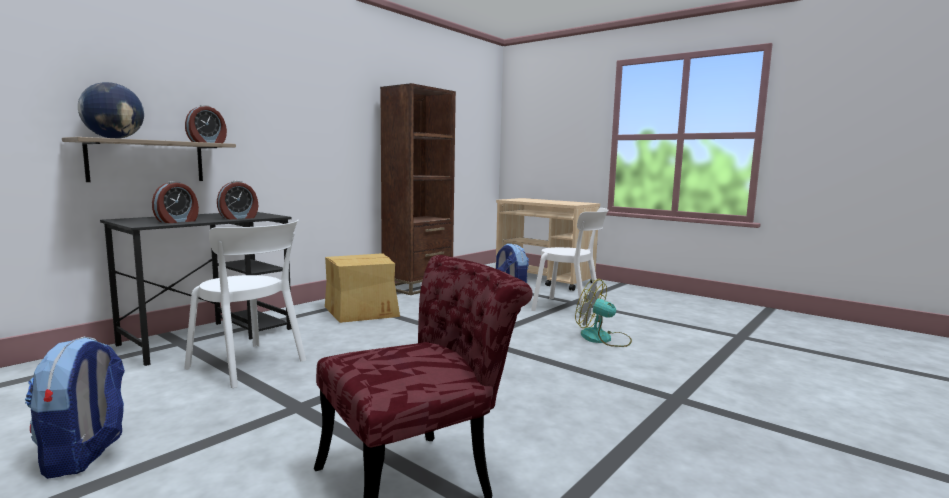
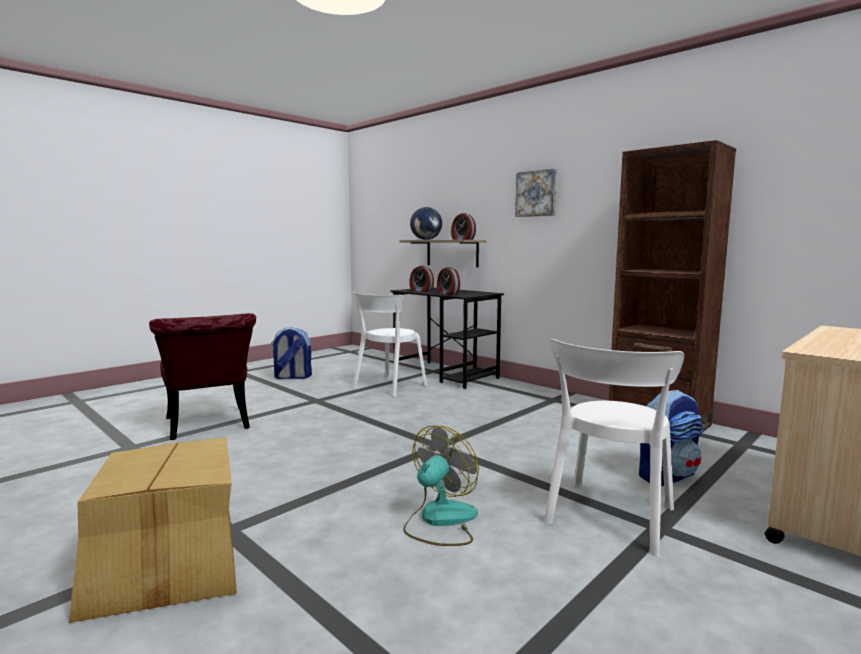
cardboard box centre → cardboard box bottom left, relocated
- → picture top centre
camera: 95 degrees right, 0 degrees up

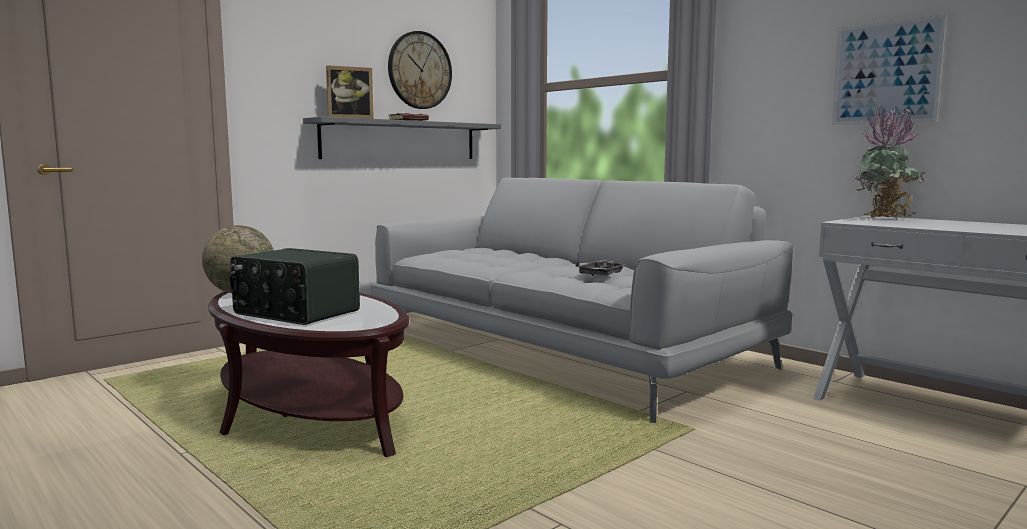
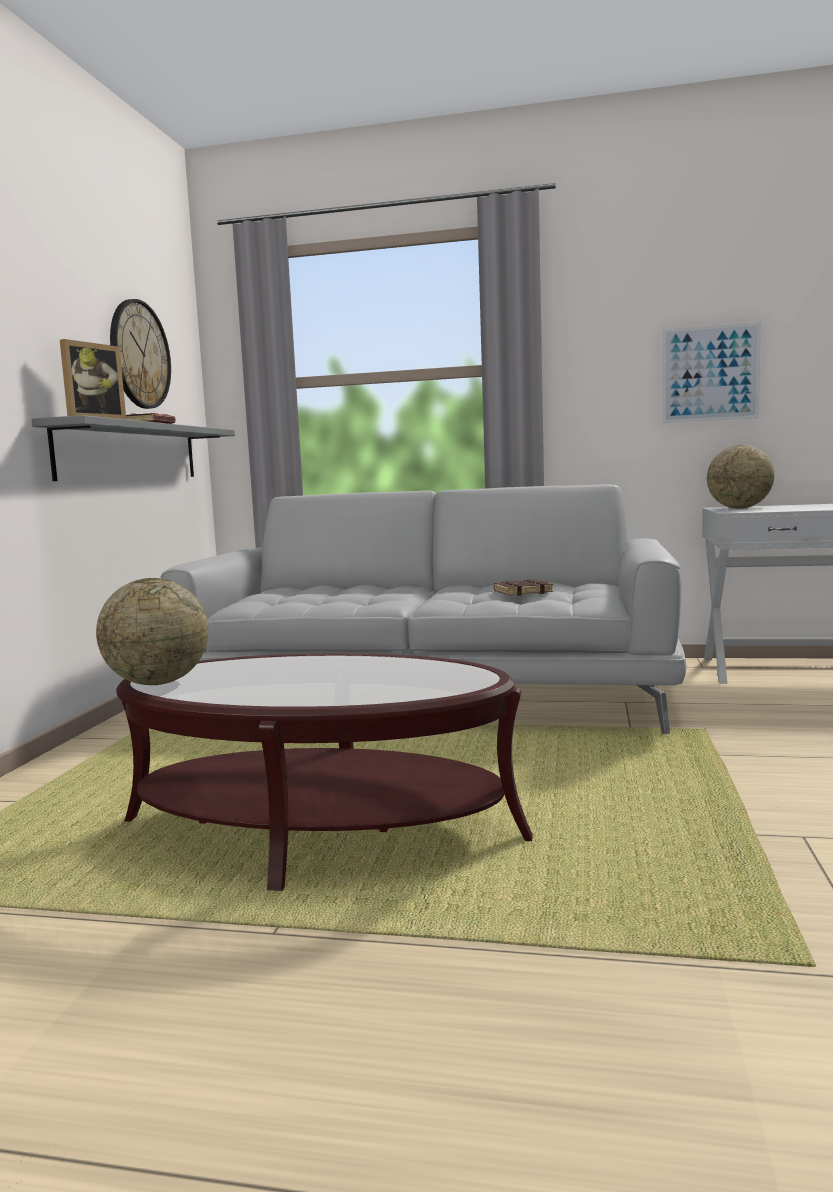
potted plant top right → globe (no. 2 from left) middle right
radio middle left → -
grey tray centre → brown book (no. 2 from left) centre
camera: 35 degrees left, 0 degrees up

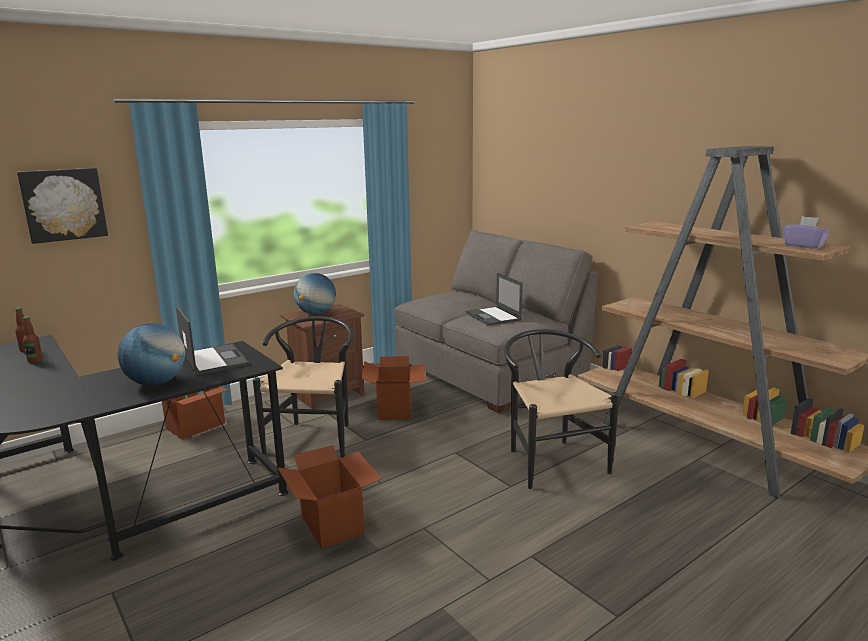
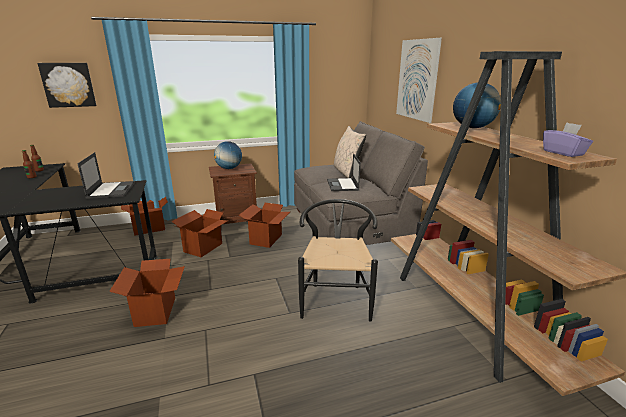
black chair (no. 1 from left) centre → cardboard box (no. 3 from left) middle left
globe (no. 1 from left in the first image) middle left → globe (no. 2 from left) top right, relocated
- → picture (no. 2 from left) top right
- → beige pillow centre
camera: 20 degrees right, 5 degrees up

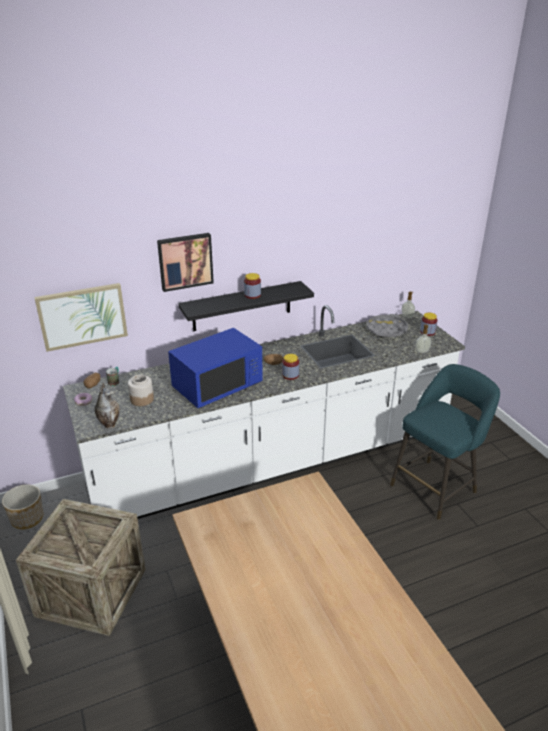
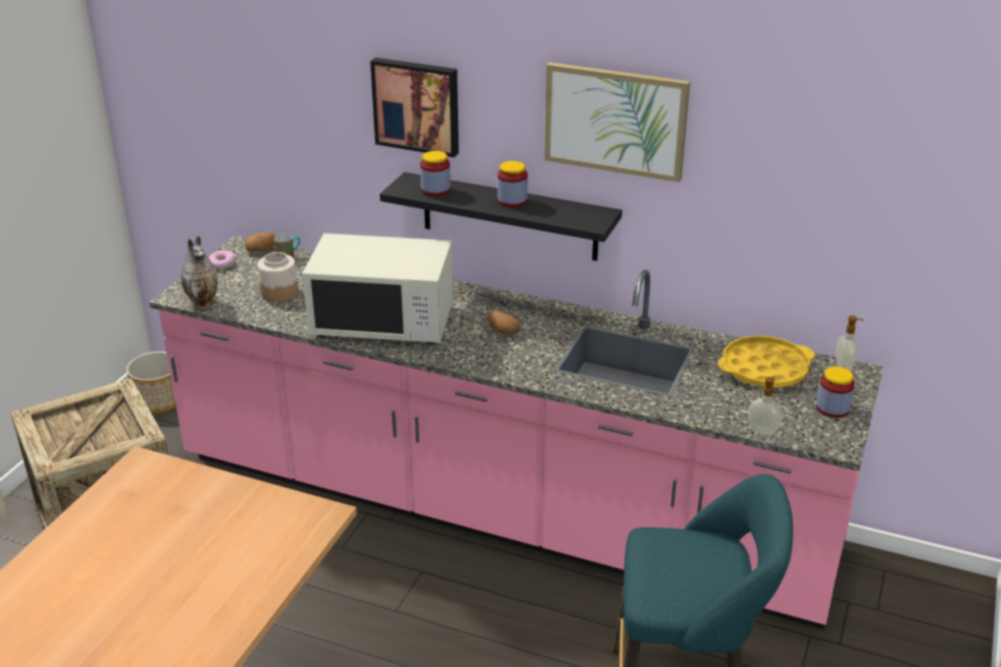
picture (no. 1 from left in the first image) middle left → picture (no. 2 from left) top centre, relocated
white counter centre → pink counter centre
grey tray middle right → yellow tray middle right
blue microwave centre → white microwave centre
jar (no. 3 from left in the first image) centre → jar (no. 2 from left) top centre, relocated
camera: 45 degrees right, 0 degrees up

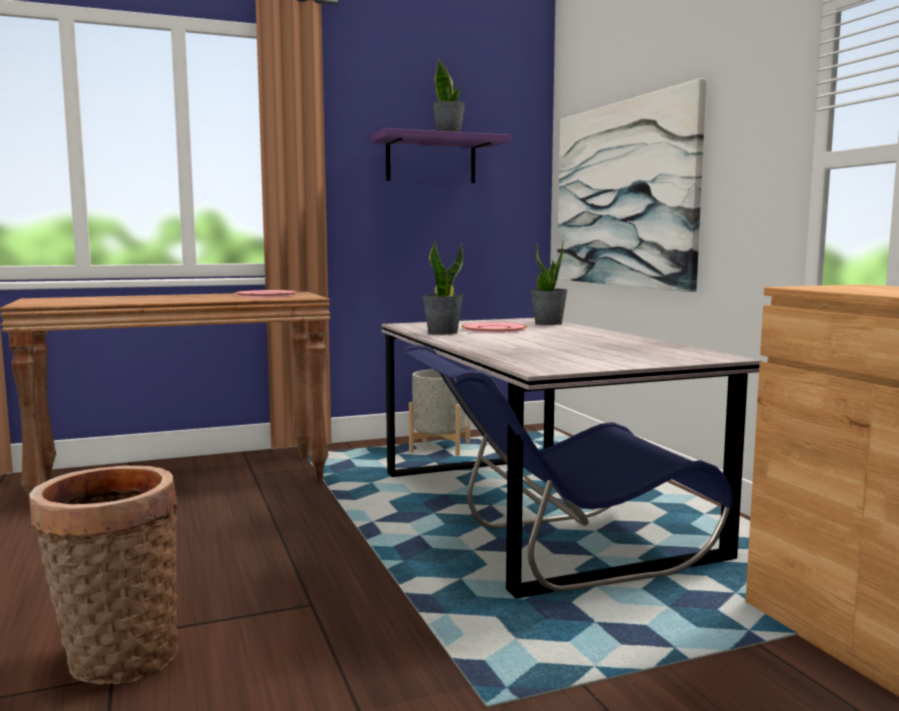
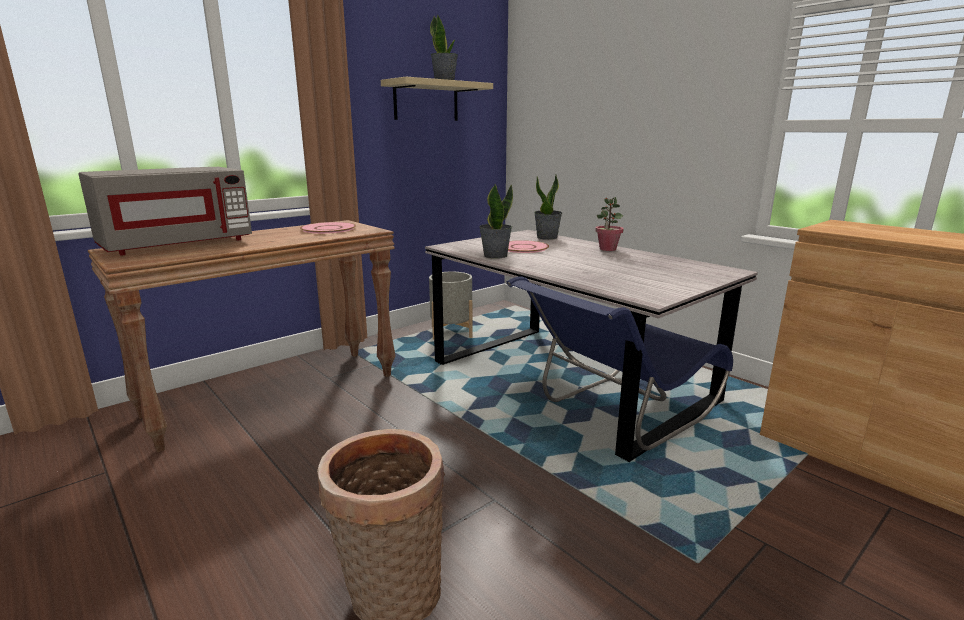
picture top right → -
purple shelf top centre → beige shelf top centre
- → grey microwave middle left
- → potted plant (no. 4 from left) centre
camera: 20 degrees left, 10 degrees up

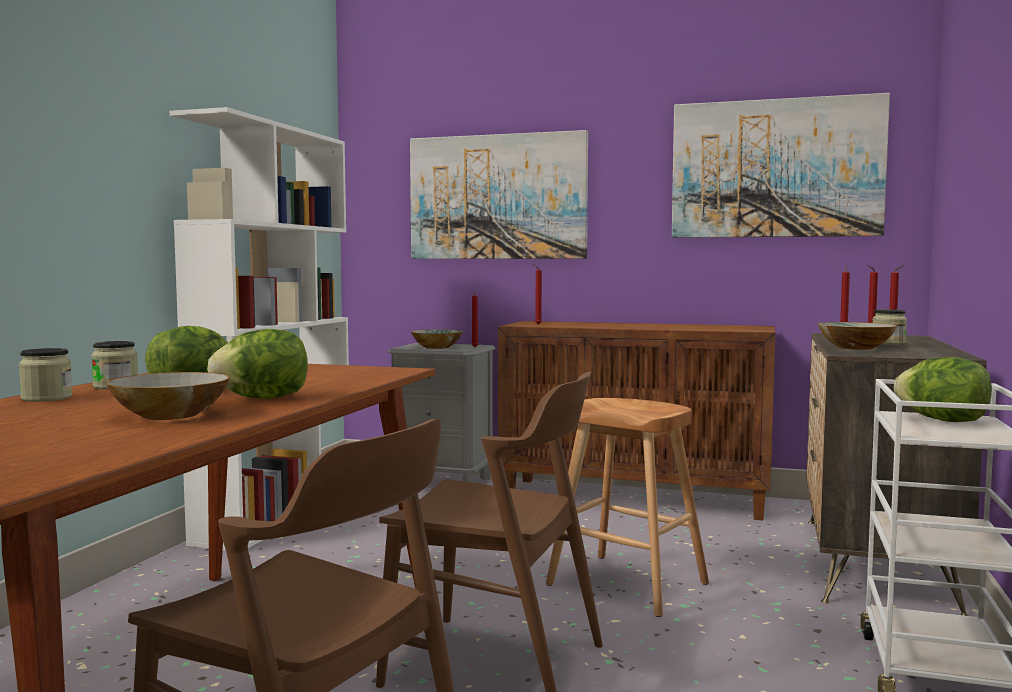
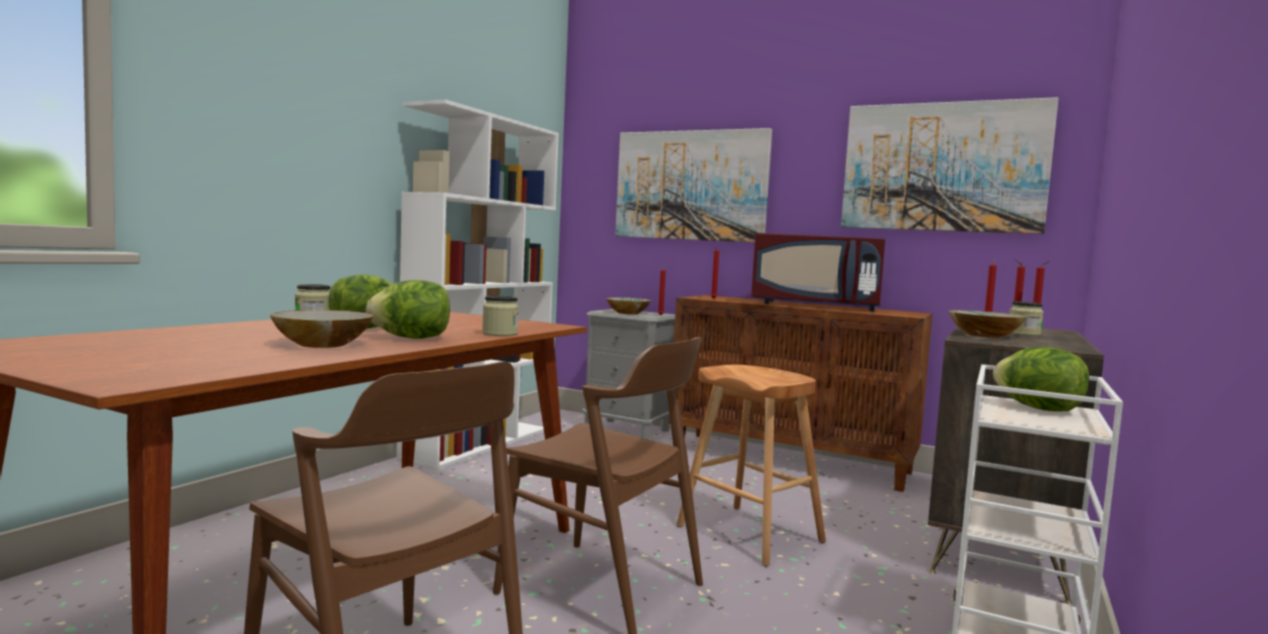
jar (no. 1 from left in the first image) middle left → jar (no. 2 from left) centre, relocated
- → red microwave centre
camera: 10 degrees right, 0 degrees up

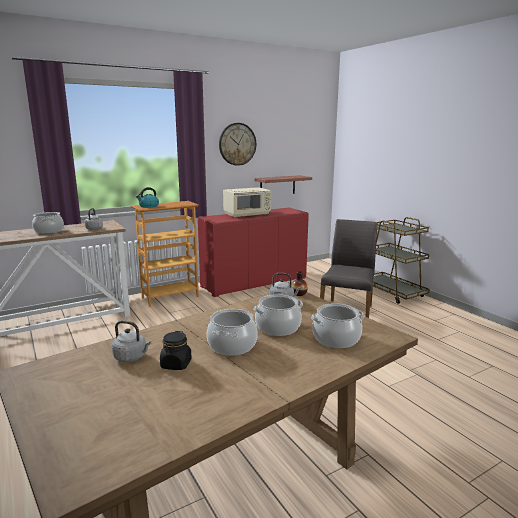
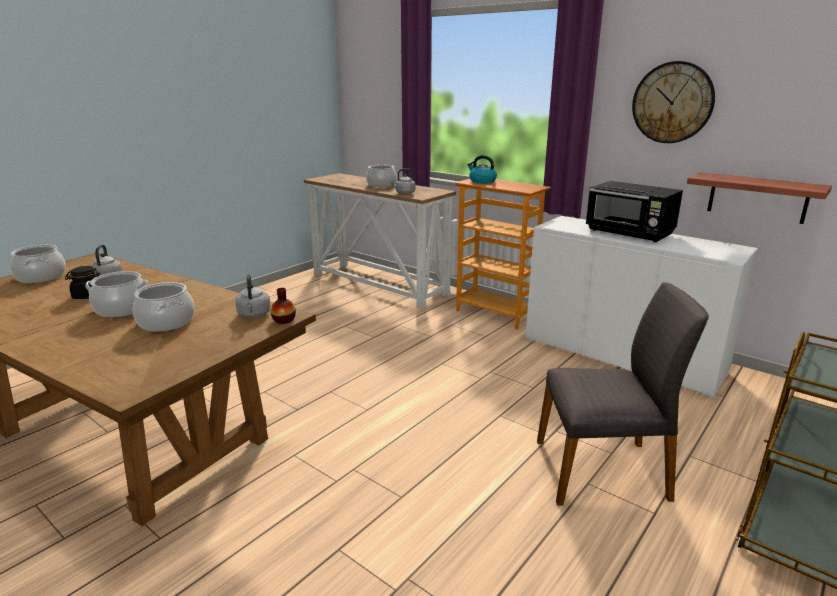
beige microwave centre → black microwave middle right
red cabinet centre → white cabinet middle right
cooking pot (no. 4 from left in the first image) centre → cooking pot (no. 1 from left) middle left, relocated
camera: 70 degrees right, 5 degrees up

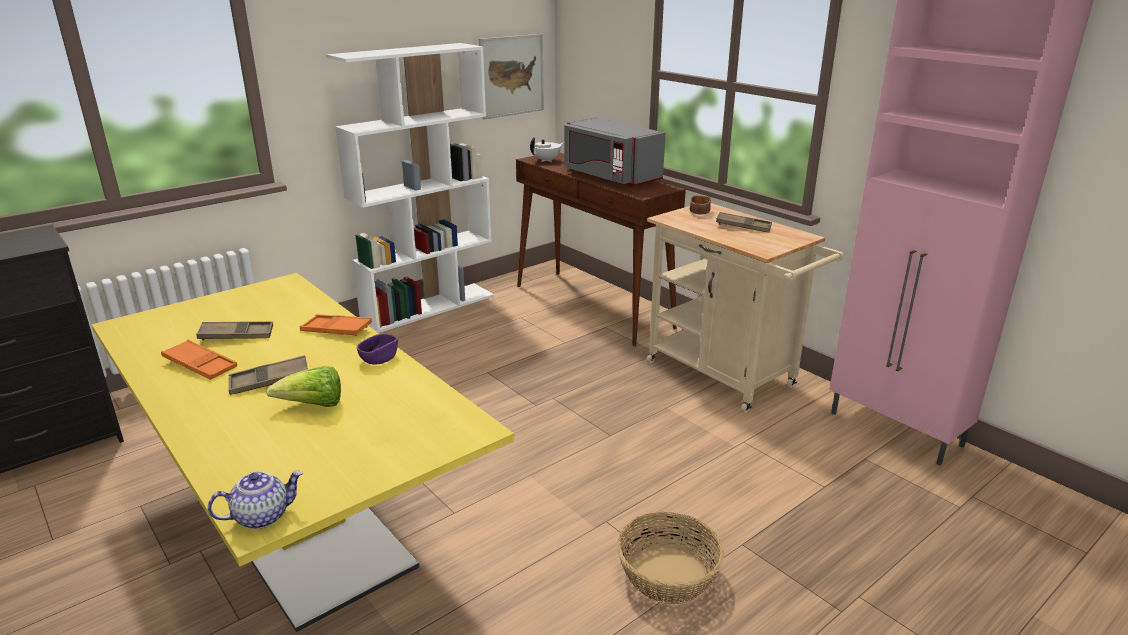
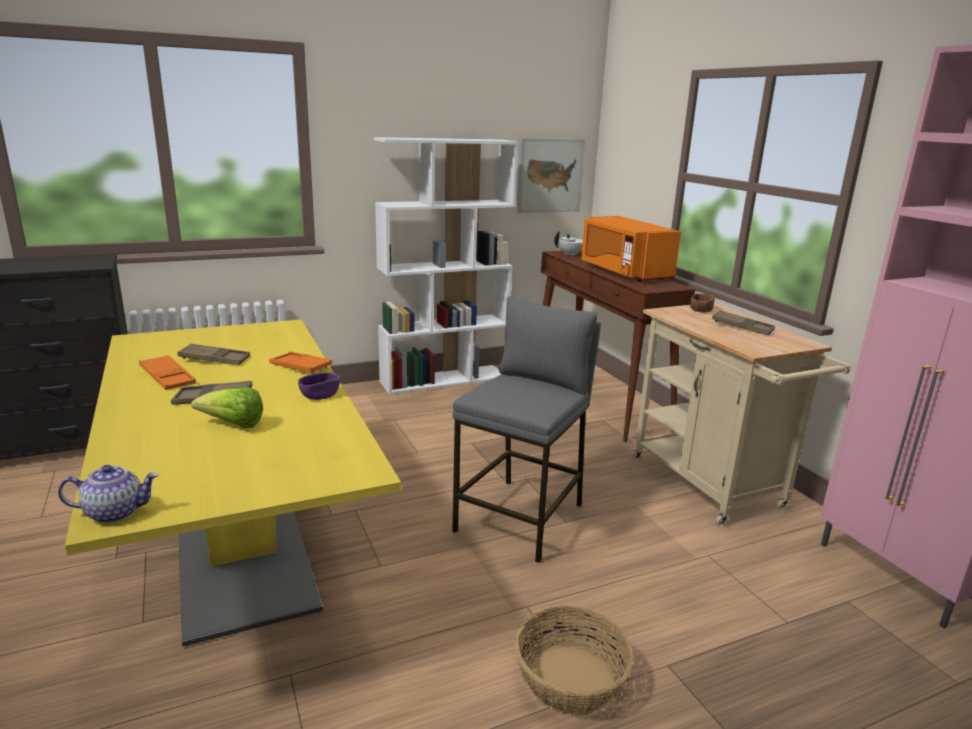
grey microwave top centre → orange microwave centre
- → grey stool centre
camera: 15 degrees right, 5 degrees down

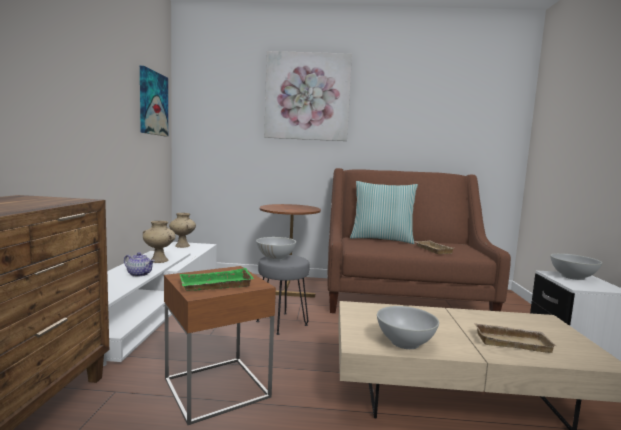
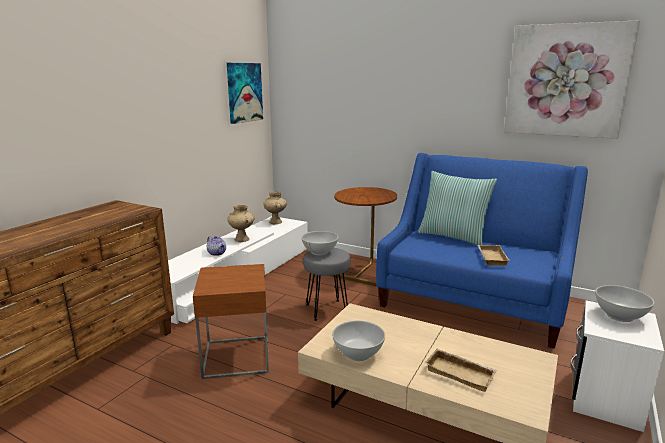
picture (no. 2 from left) top centre → picture (no. 2 from left) top right, relocated
brown sofa middle right → blue sofa middle right
green tray centre → -
camera: 25 degrees right, 10 degrees up

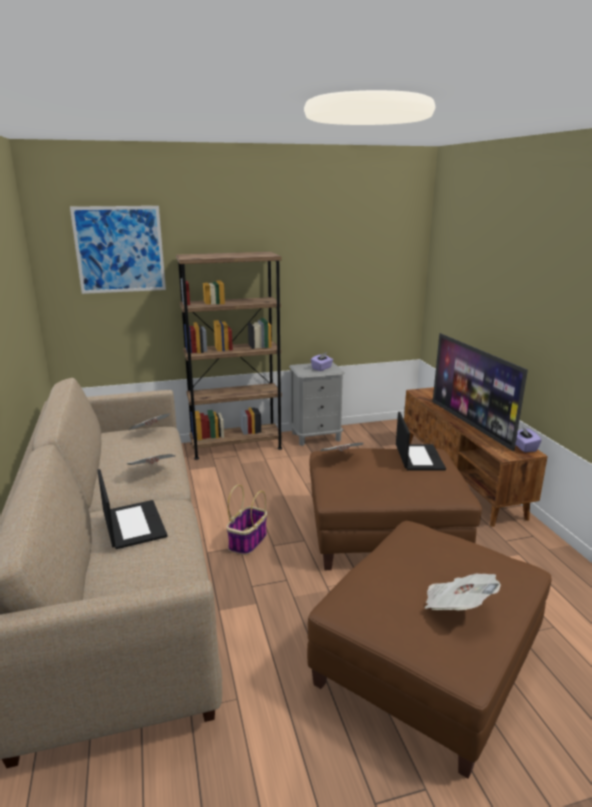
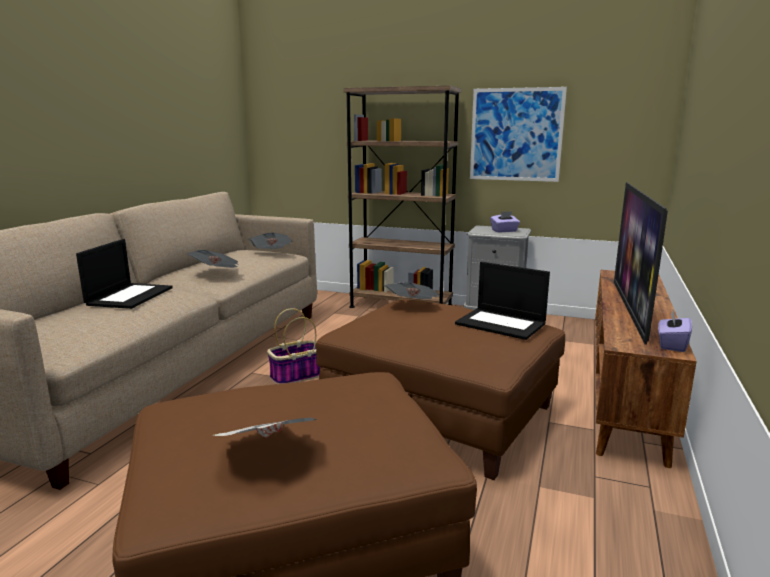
picture top left → picture top right, relocated
laptop (no. 2 from left) middle right → laptop (no. 2 from left) centre, 90 degrees clockwise
camera: 35 degrees right, 5 degrees down

